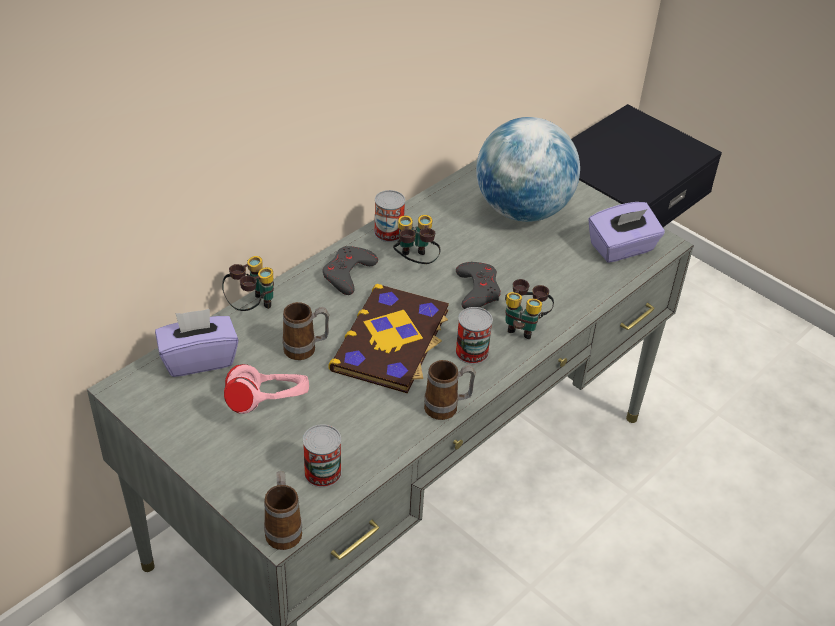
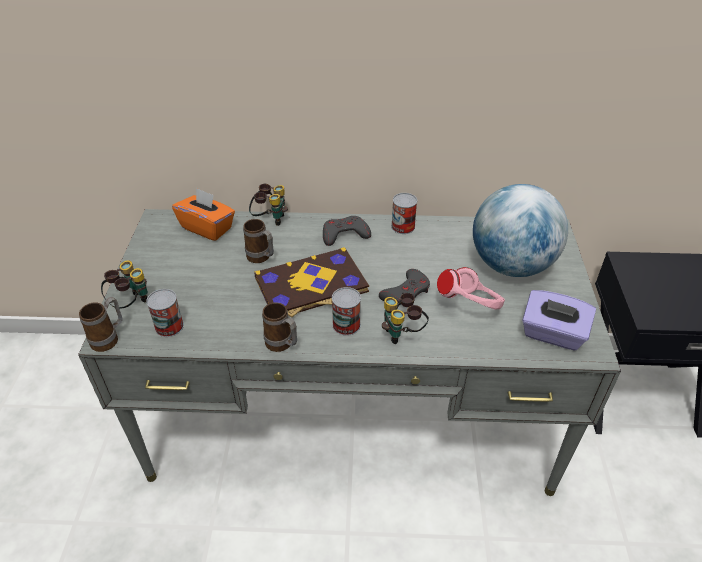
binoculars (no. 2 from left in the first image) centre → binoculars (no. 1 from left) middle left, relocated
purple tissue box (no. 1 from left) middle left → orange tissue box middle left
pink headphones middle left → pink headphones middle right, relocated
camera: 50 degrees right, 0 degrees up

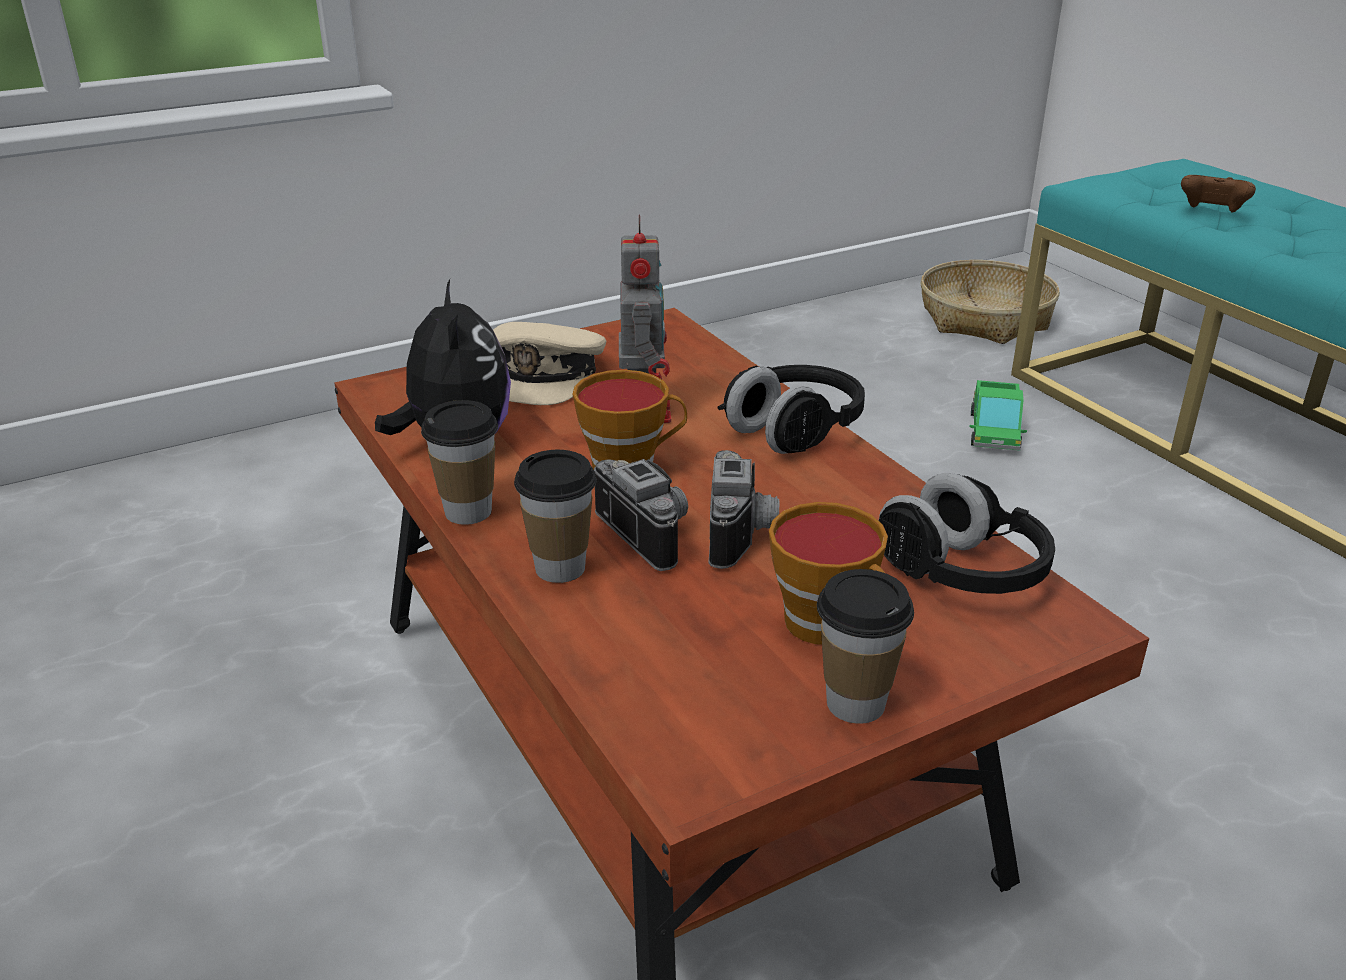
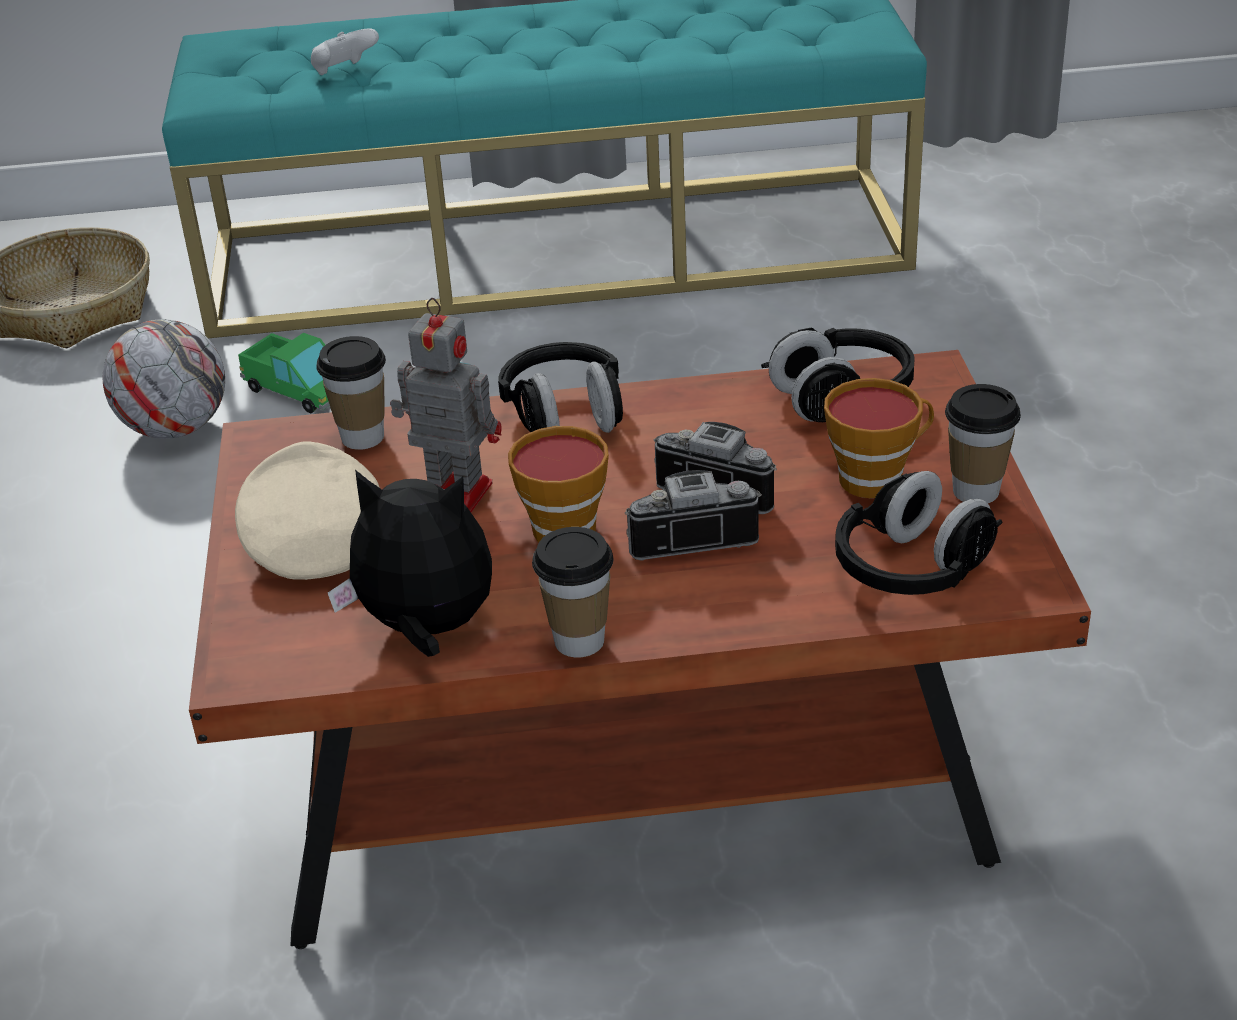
brown game controller top right → white game controller top left
beige cap centre → beige cap middle left, 135 degrees counterclockwise
cup (no. 2 from left in the first image) centre → cup (no. 1 from left) middle left, relocated
- → football middle left
- → black headphones (no. 3 from left) middle right
camera: 65 degrees left, 5 degrees up

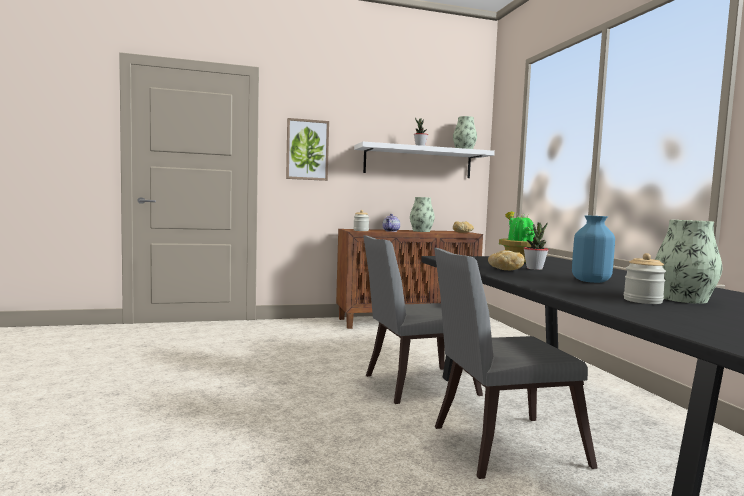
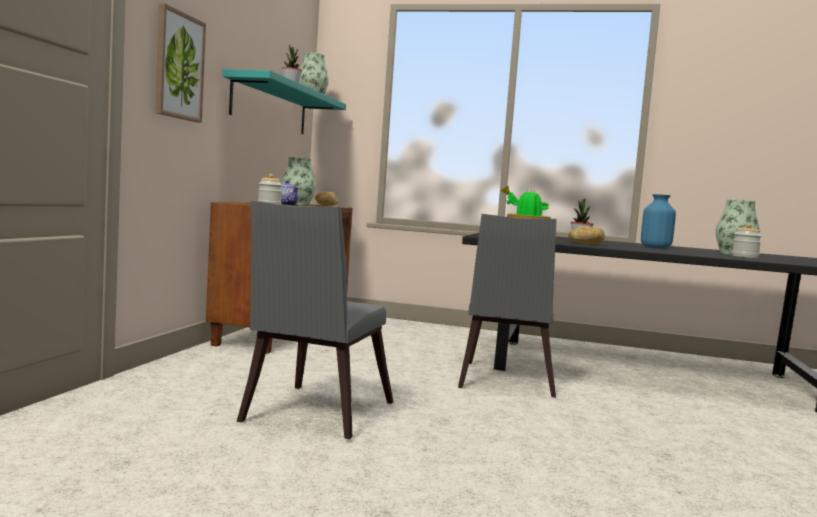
white shelf top centre → turquoise shelf top centre
grey chair (no. 2 from left in the first image) bottom right → grey chair (no. 1 from left) centre, relocated
camera: 60 degrees left, 0 degrees up

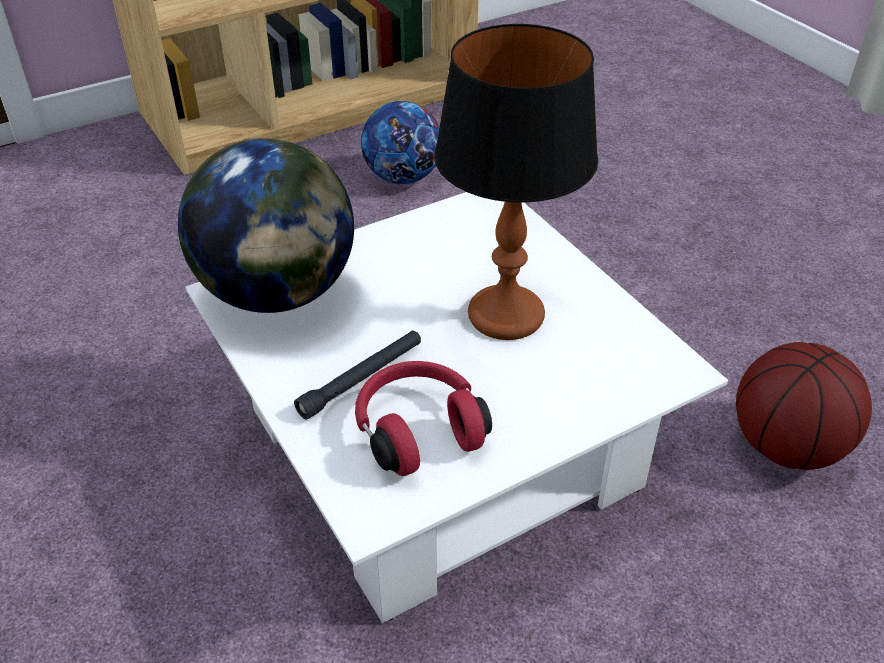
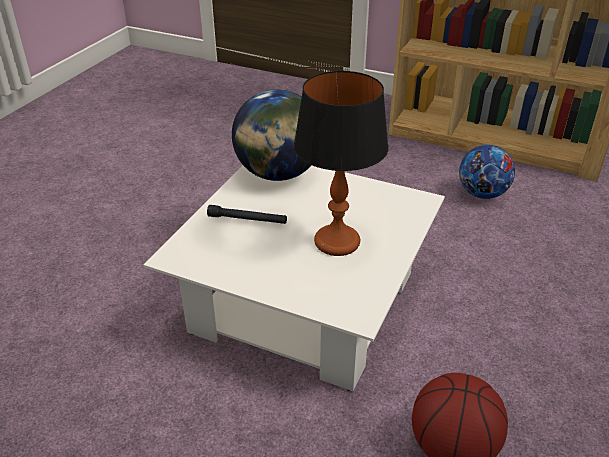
red headphones centre → -
camera: 55 degrees right, 5 degrees down

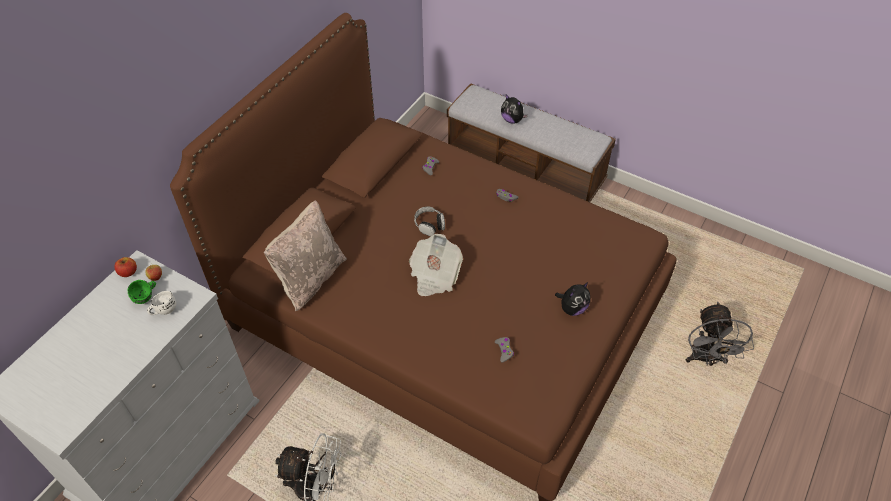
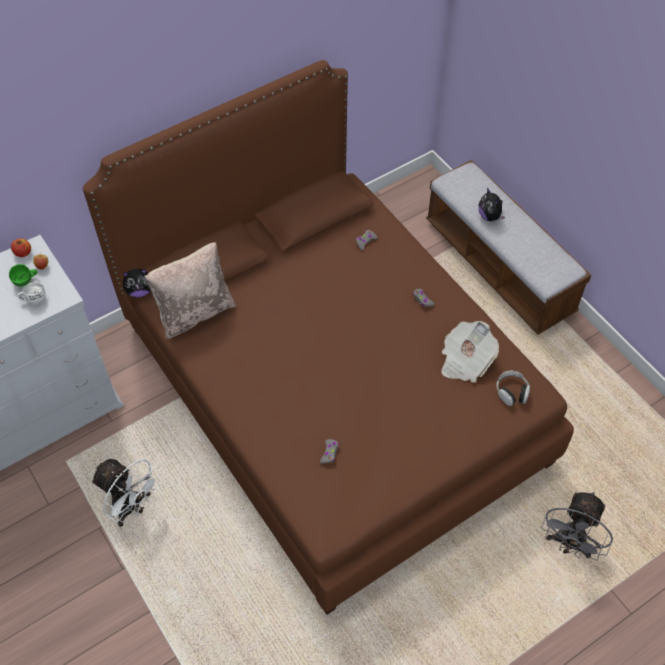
headphones centre → headphones middle right, relocated
newspaper centre → newspaper middle right, relocated
plush toy (no. 2 from left in the first image) centre → plush toy (no. 1 from left) middle left, relocated
camera: 25 degrees right, 5 degrees up

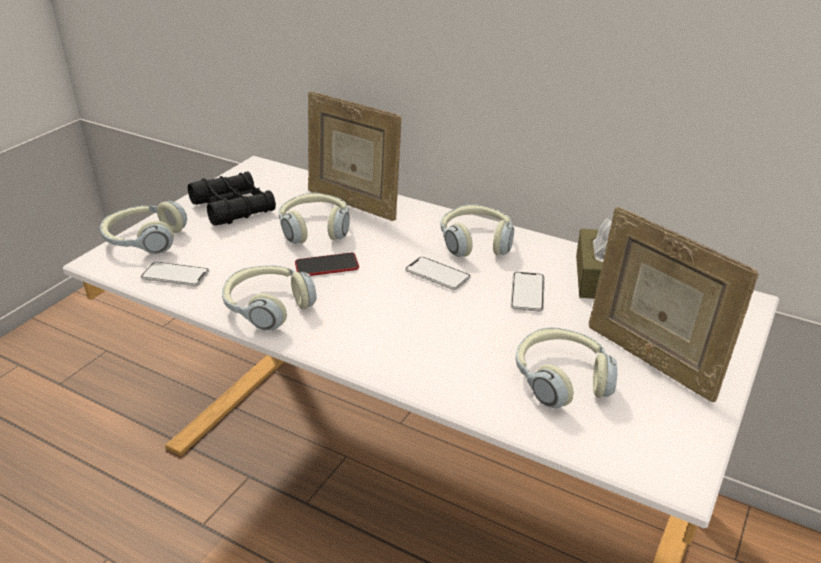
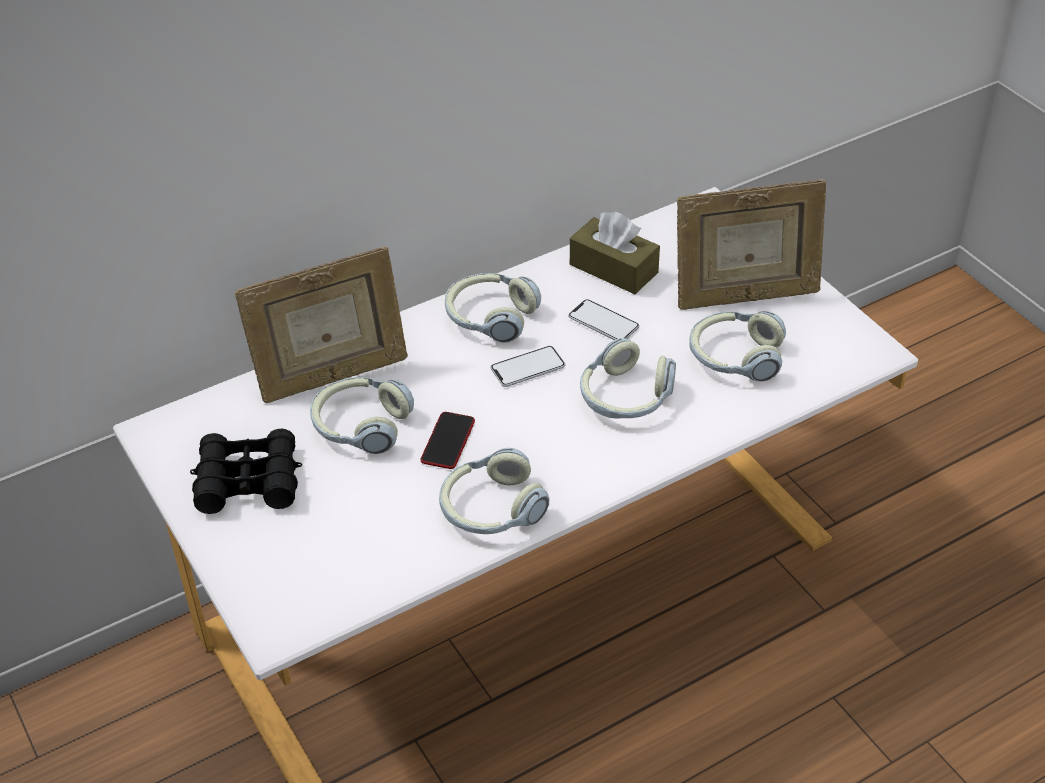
headphones (no. 1 from left in the first image) middle left → headphones (no. 4 from left) centre, relocated
phone (no. 1 from left) middle left → -
camera: 60 degrees left, 10 degrees up

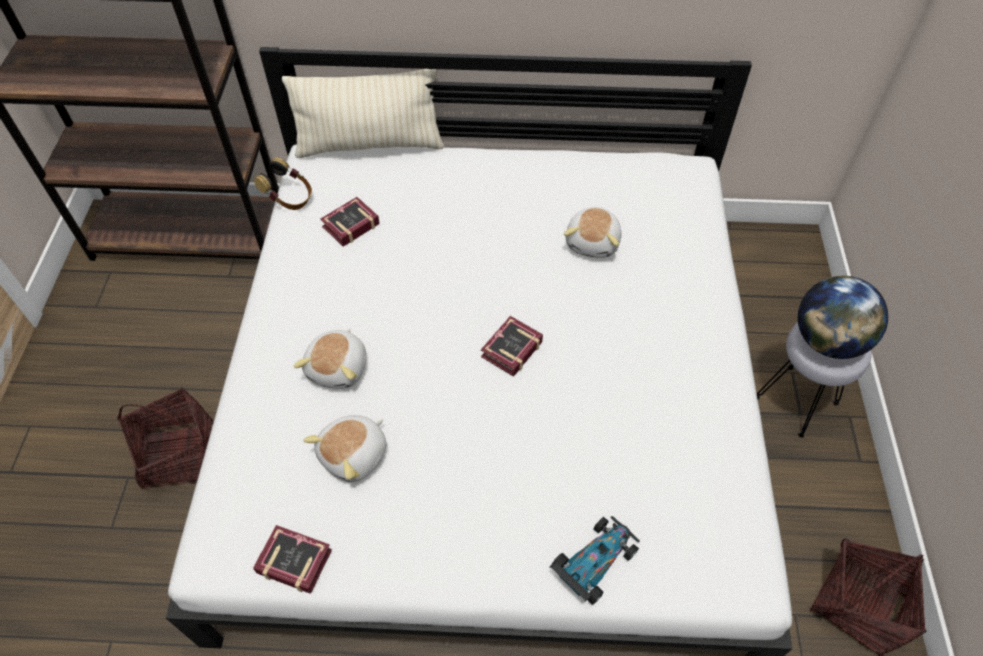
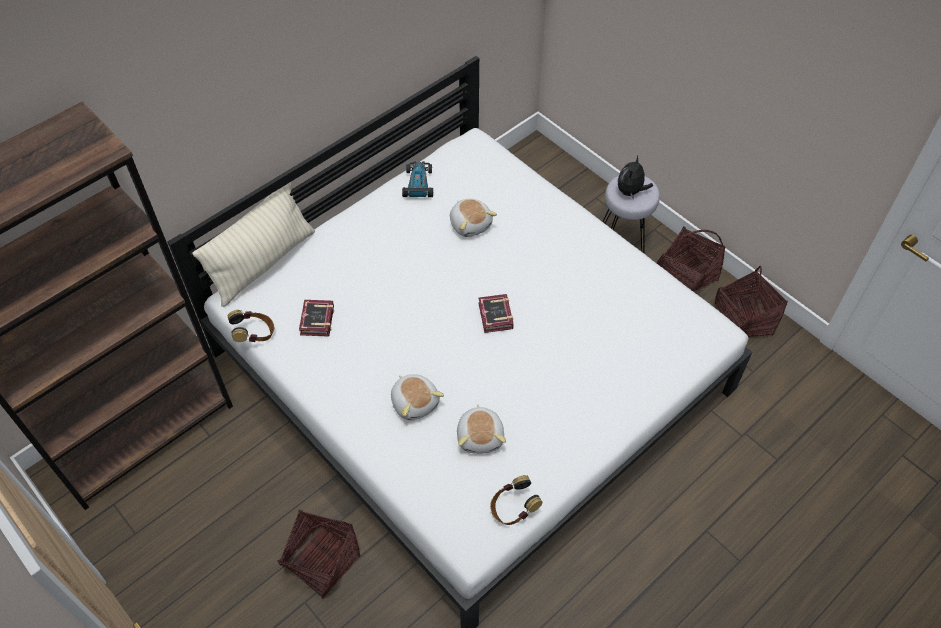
globe middle right → plush toy (no. 4 from left) top right
toy car bottom centre → toy car top centre, relocated
book (no. 1 from left) bottom left → headphones (no. 2 from left) bottom centre
- → basket (no. 2 from left) middle right
camera: 45 degrees left, 0 degrees up

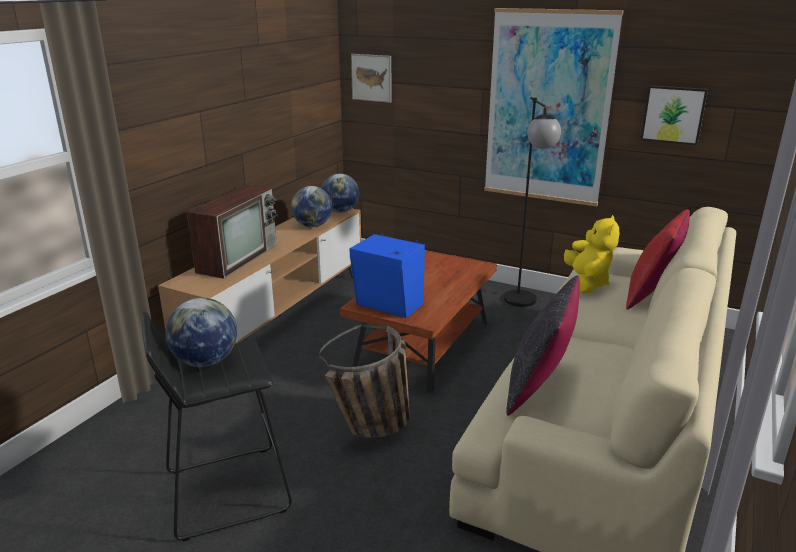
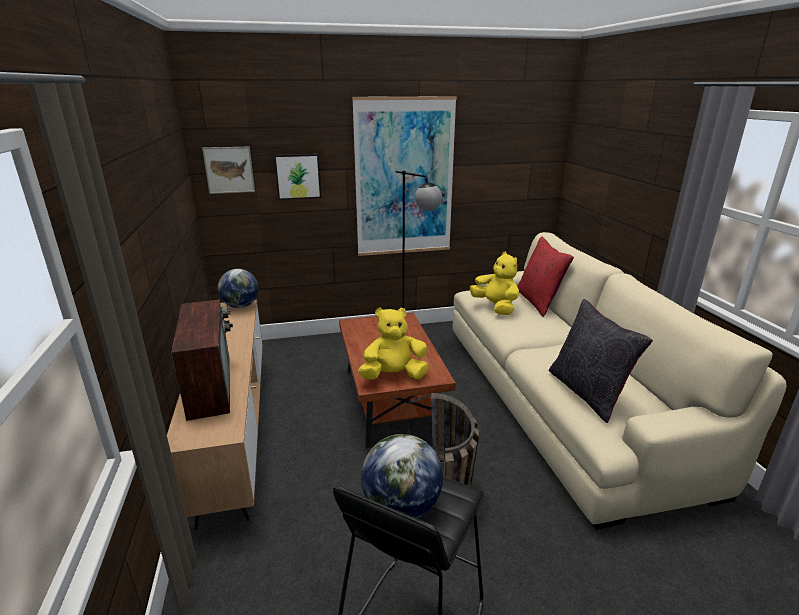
picture (no. 3 from left in the first image) top right → picture (no. 2 from left) top centre, relocated
globe (no. 2 from left) centre → -
blue speaker centre → yellow plush toy (no. 1 from left) centre
camera: 40 degrees left, 0 degrees up

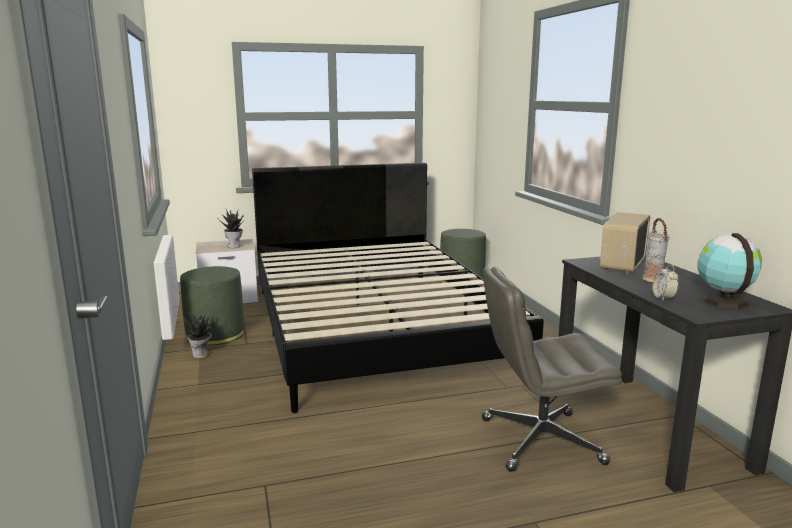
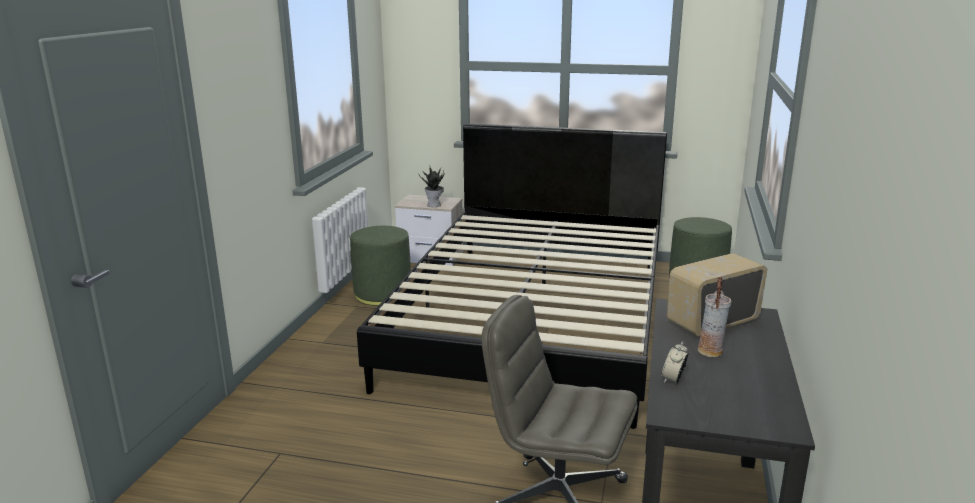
globe middle right → -
potted plant (no. 1 from left) middle left → -
camera: 30 degrees right, 5 degrees up

